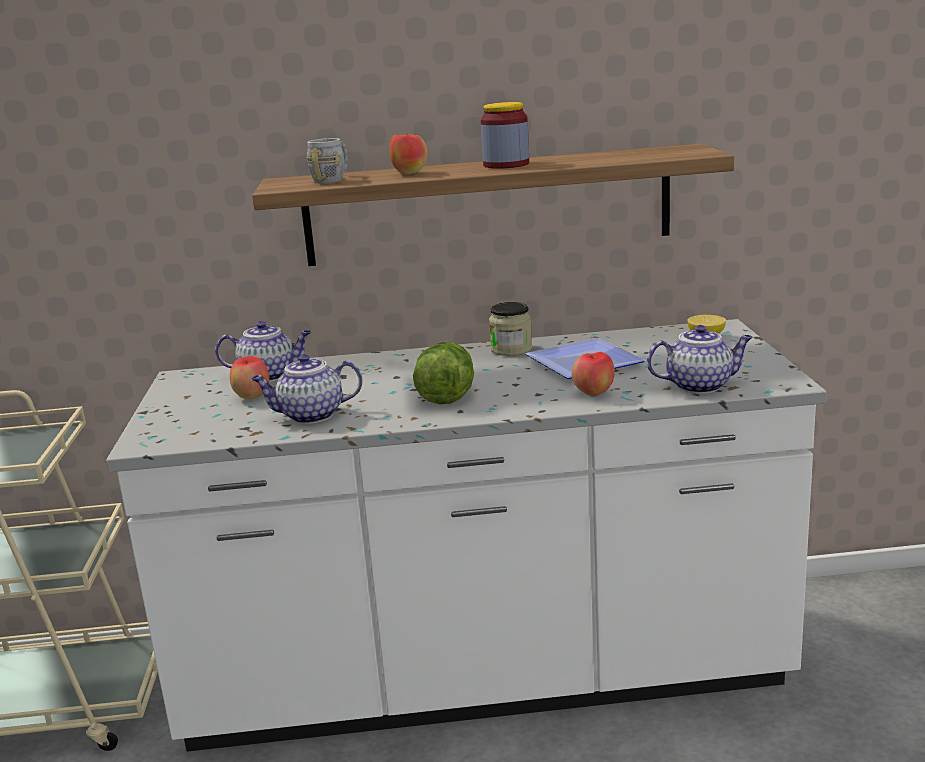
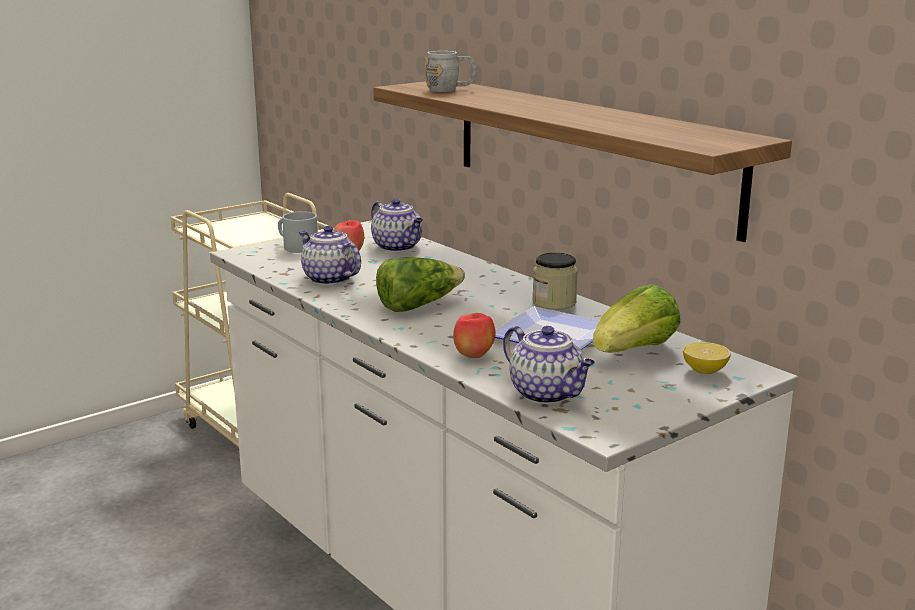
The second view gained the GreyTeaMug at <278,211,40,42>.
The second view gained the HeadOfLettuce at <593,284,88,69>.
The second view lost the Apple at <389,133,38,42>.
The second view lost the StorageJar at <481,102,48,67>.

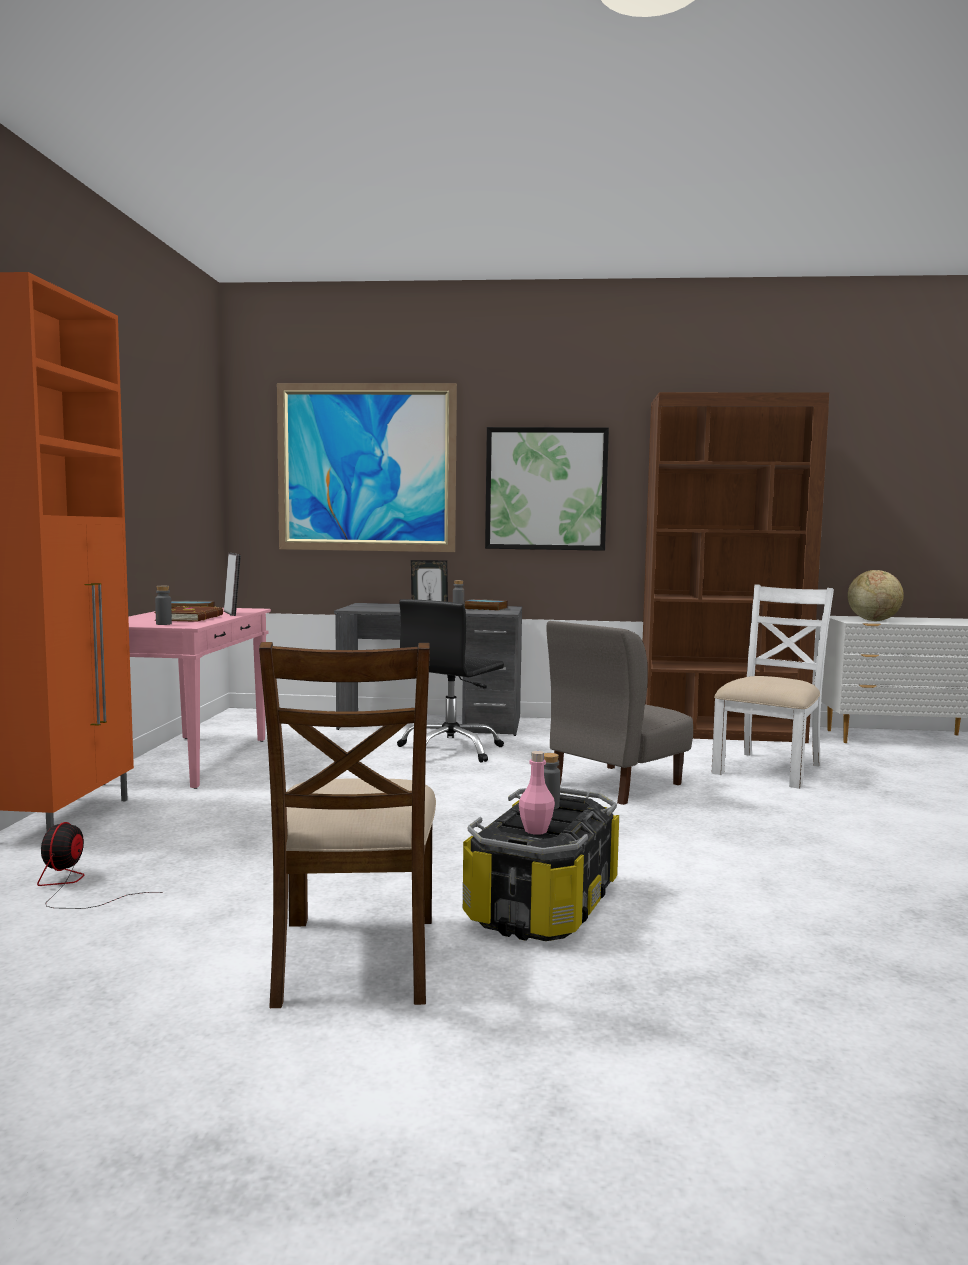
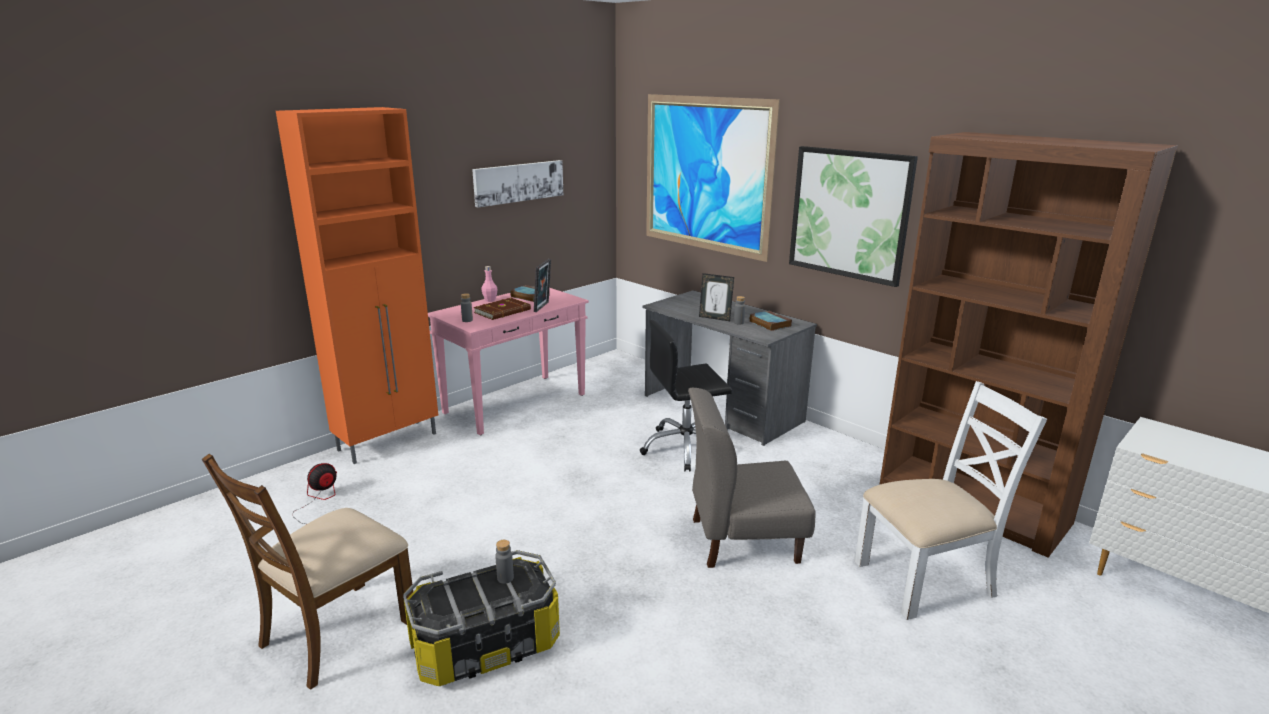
The second view gained the Picture at <472,160,91,48>.
The PinkishBeverageBottle ended up elsewhere, having gone from <519,751,36,84> to <481,266,17,36>.
The second view lost the DeskGlobe at <848,570,56,51>.

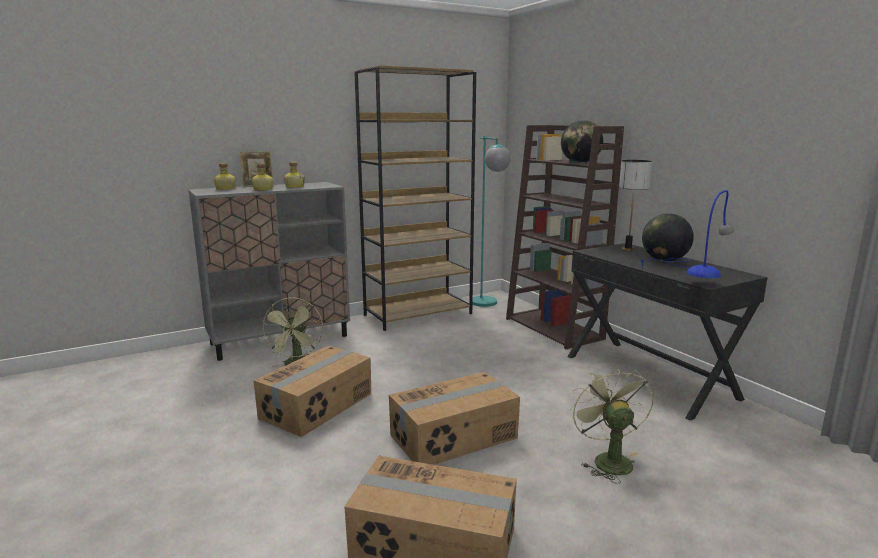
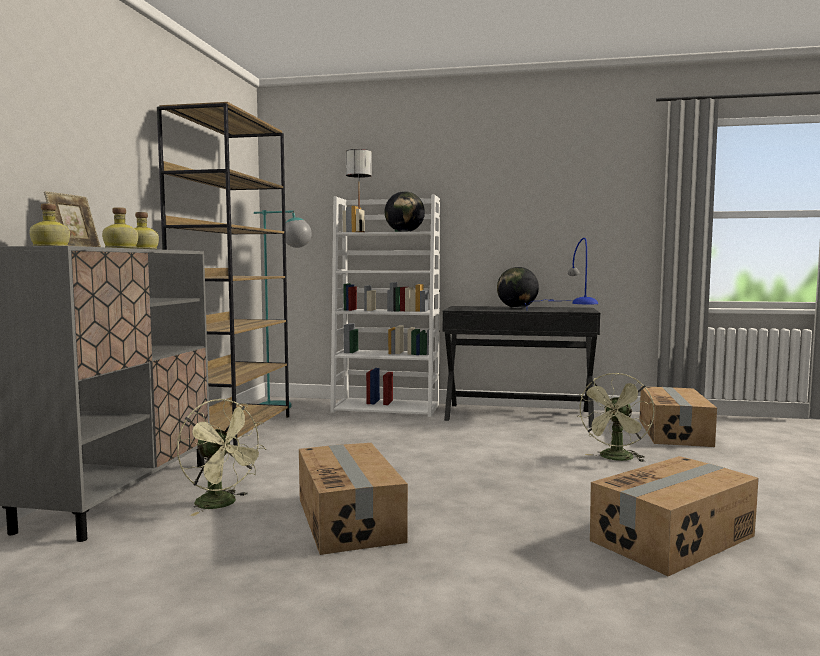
What was the BrownBookcase at <506,125,118,224> turned into the WhiteColouredBookcase at <330,195,110,222>.
The LampForATable ended up elsewhere, having gone from <619,160,33,91> to <346,149,26,83>.
The GreenishElectricFan at <569,365,85,119> ended up facing another way, 90 degrees counterclockwise from before.
The PackingBox ended up elsewhere, having gone from <389,372,131,93> to <639,387,78,60>.

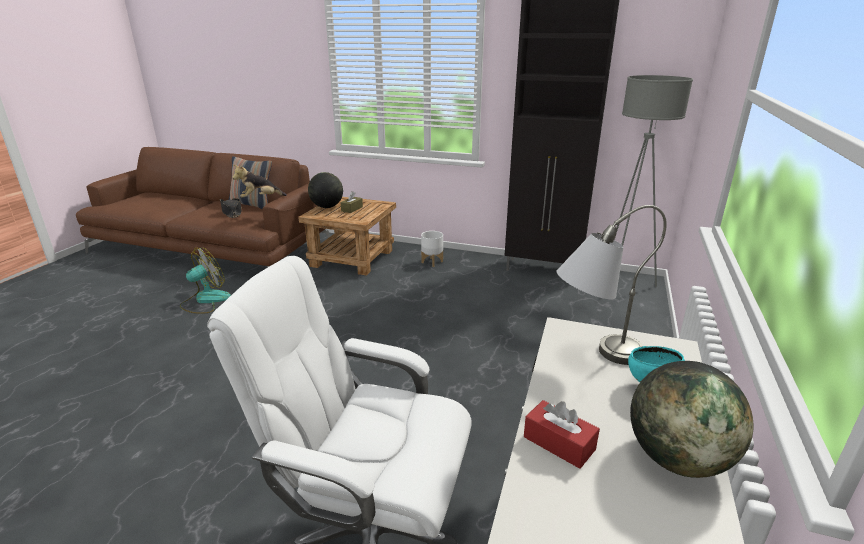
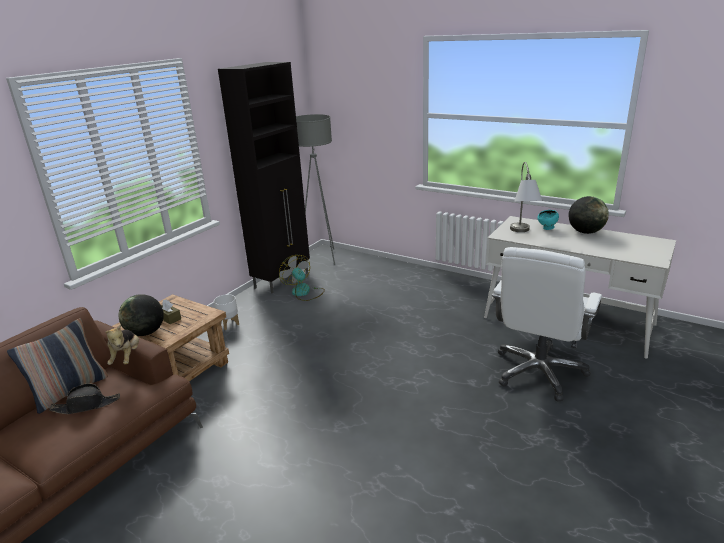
The ElectricFan ended up elsewhere, having gone from <180,248,51,66> to <279,255,46,46>.
The second view lost the RedColouredTissueHolder at <524,400,76,69>.

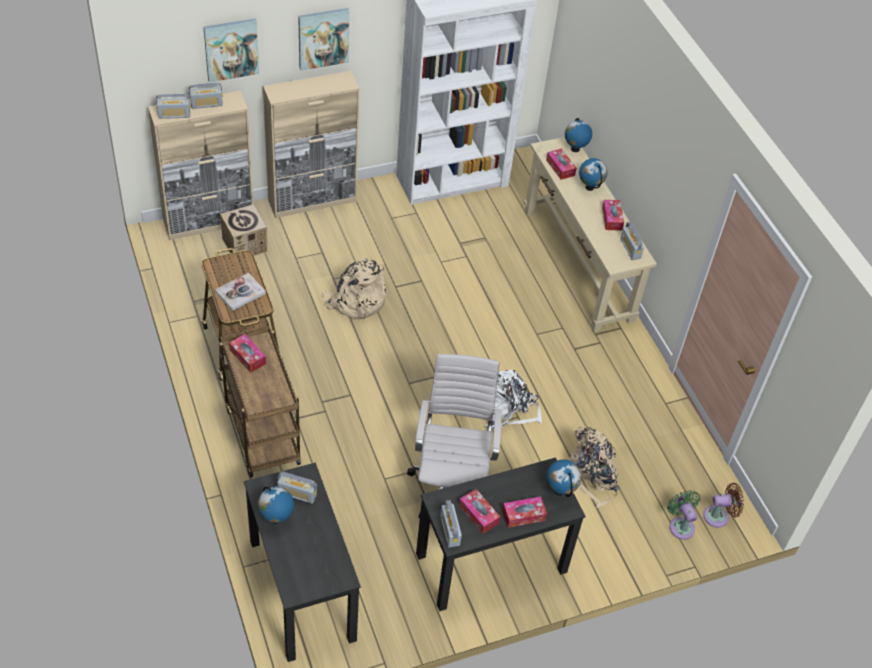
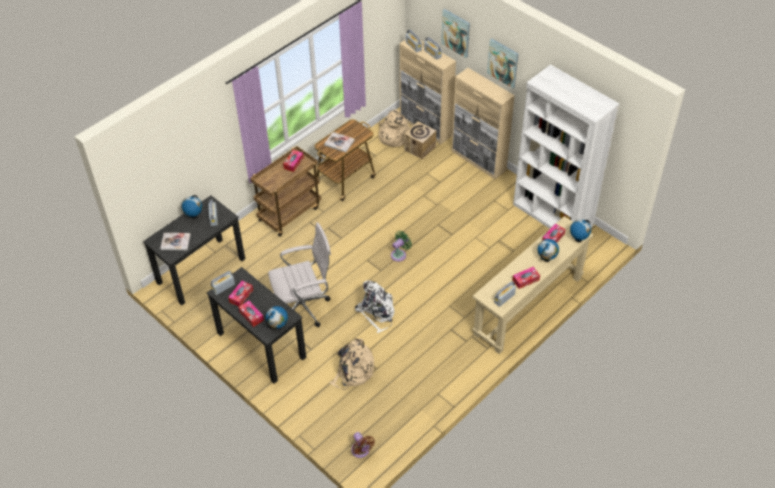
The second view gained the Book at <160,233,31,18>.
The BeigeColouredKnapsack ended up elsewhere, having gone from <323,257,63,62> to <378,110,32,37>.
The GreenishElectricFan ended up elsewhere, having gone from <667,490,33,50> to <391,231,21,31>.

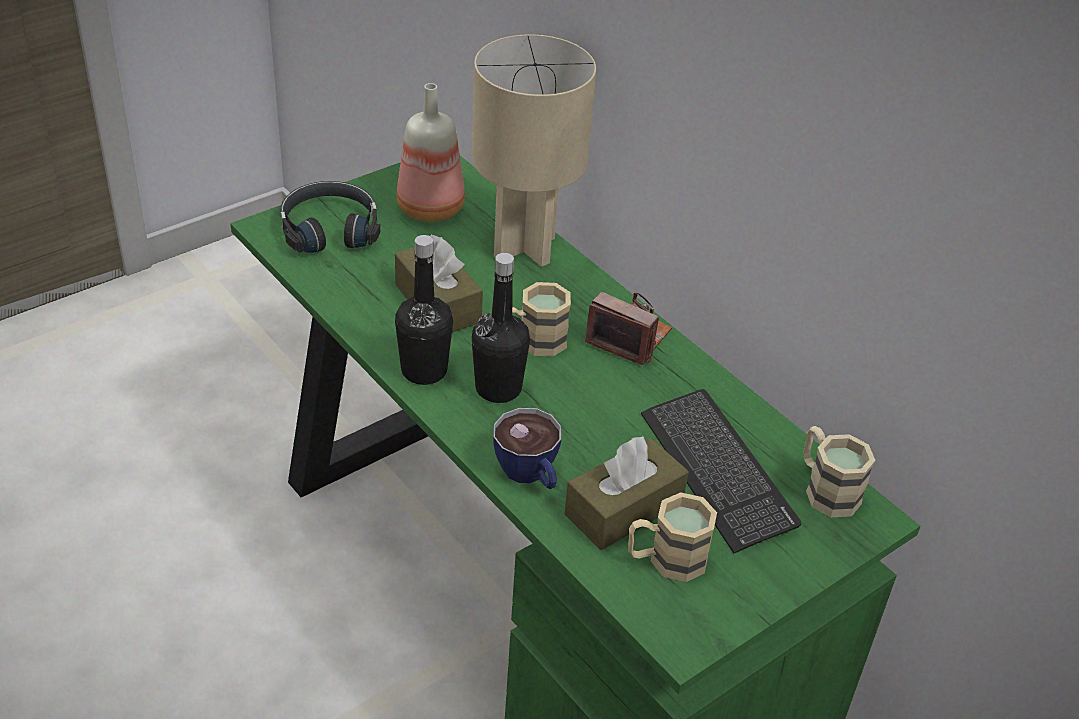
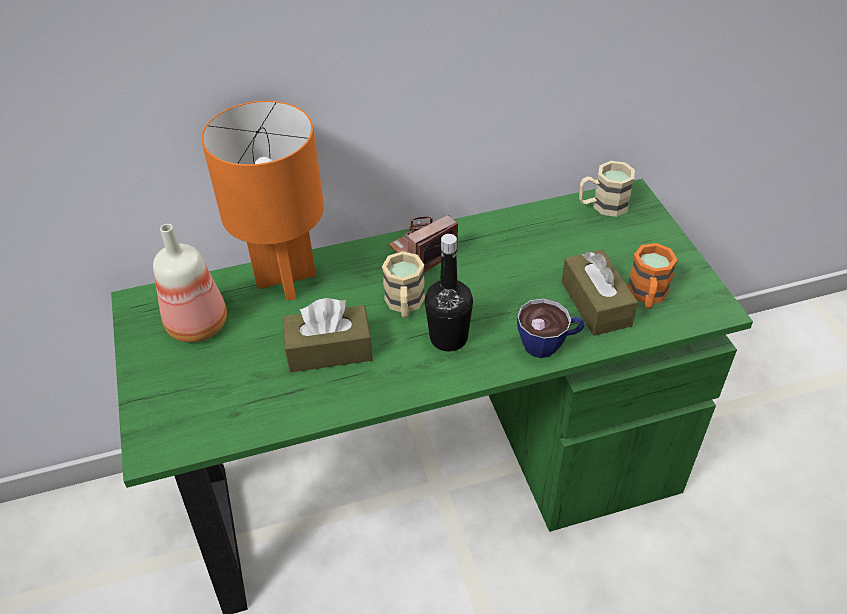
What was the BeigeColouredLampForATable at <472,34,124,233> turned into the OrangeLampForATable at <201,101,123,200>.
What was the BeigeColouredTeaMug at <628,492,89,90> turned into the OrangeTeaMug at <628,243,49,66>.
The second view lost the BlackishHeadset at <281,181,99,72>.
The second view lost the BlackishBeverageBottle at <395,235,58,150>.
The second view lost the Keyboard at <641,389,160,164>.

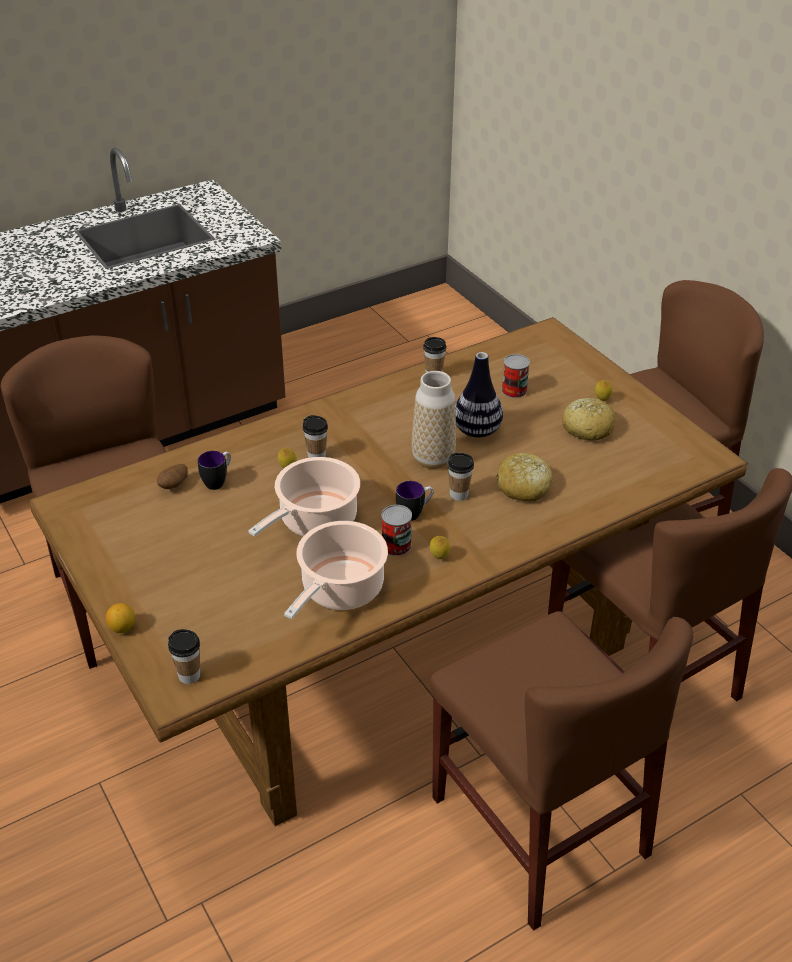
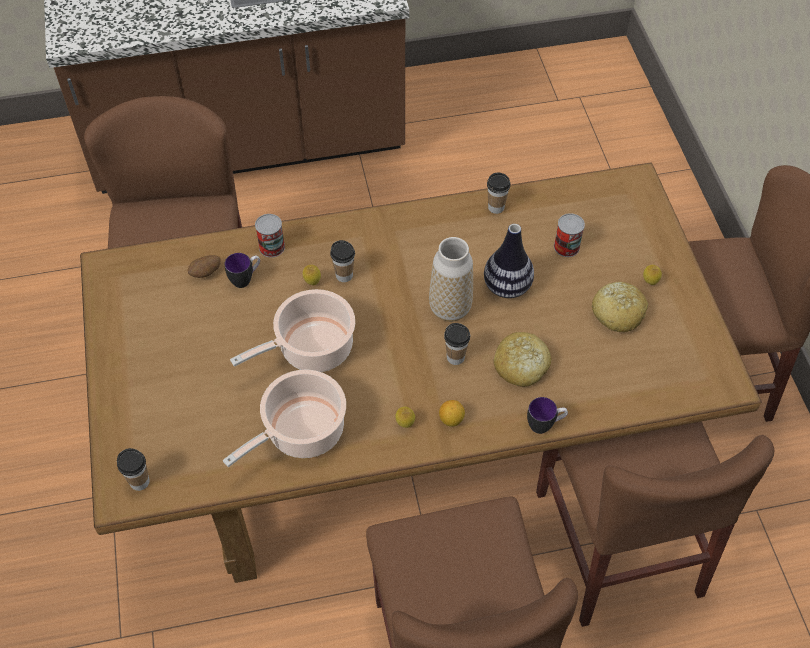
The MetalCan ended up elsewhere, having gone from <381,505,31,51> to <255,214,30,43>.
The CitrusFruit ended up elsewhere, having gone from <106,603,29,30> to <439,400,26,27>.
The TeaMug ended up elsewhere, having gone from <396,481,38,40> to <527,397,41,37>.

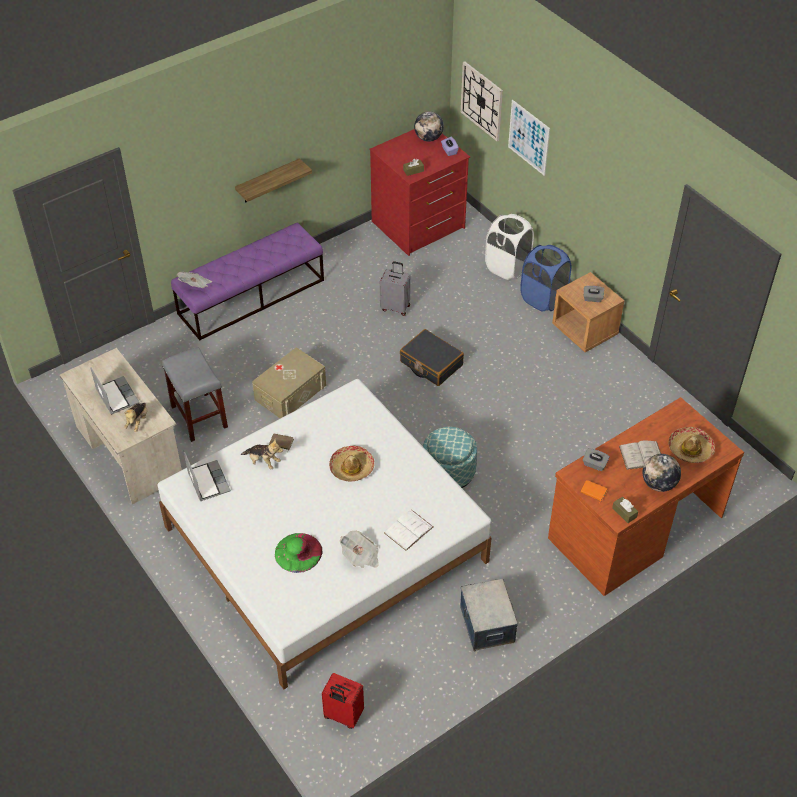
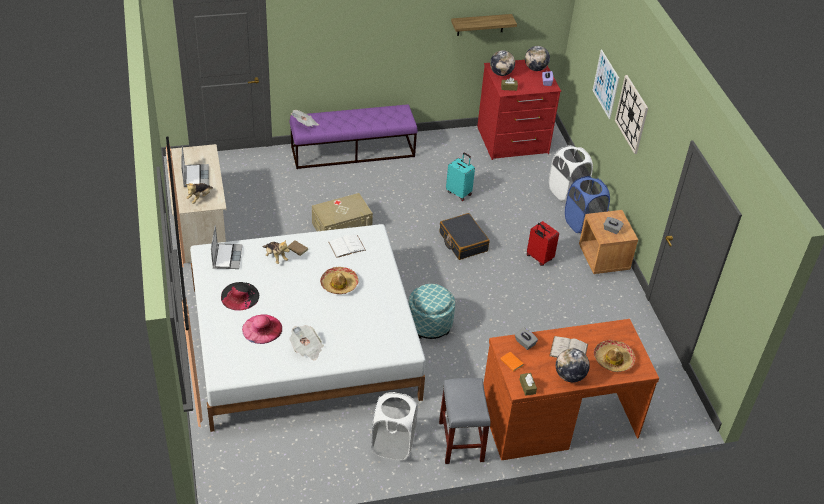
The second view gained the BlackishWearableHat at <221,282,38,29>.
What was the GreenishWearableHat at <275,533,48,40> turned into the PinkishWearableHat at <242,314,40,30>.
The WhiteColouredBook ended up elsewhere, having gone from <384,509,49,42> to <329,235,37,23>.
Where the StorageContainer stood at <460,579,58,73>, the WhiteColouredWashingBasket came to stand at <371,392,47,69>.
The GreyStool ended up elsewhere, having gone from <162,347,66,95> to <439,378,52,86>.
What was the GreySuitcase at <380,261,30,55> turned into the TurquoiseSuitcase at <446,153,29,48>.
The Shelf ended up elsewhere, having gone from <235,158,77,45> to <451,14,66,22>.
The second view gained the DeskGlobe at <490,50,25,26>.
The RedColouredSuitcase ended up elsewhere, having gone from <322,673,42,56> to <527,221,32,45>.
The ClockOnTheWall ended up elsewhere, having gone from <461,61,42,80> to <615,75,33,79>.

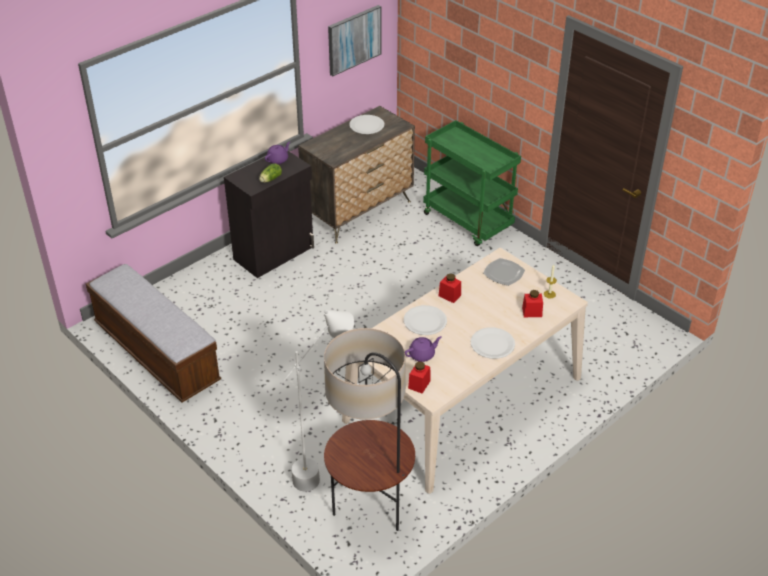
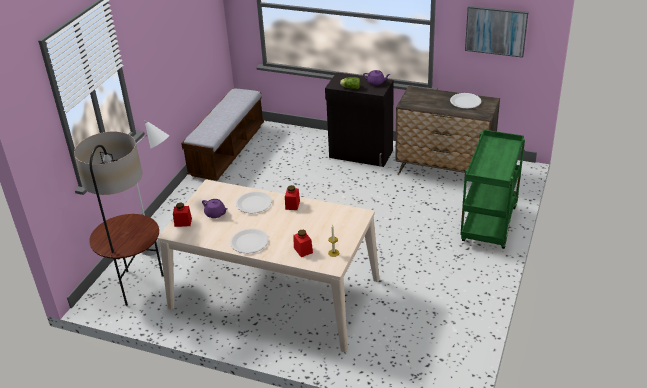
The second view lost the FlatDish at <483,258,42,28>.

